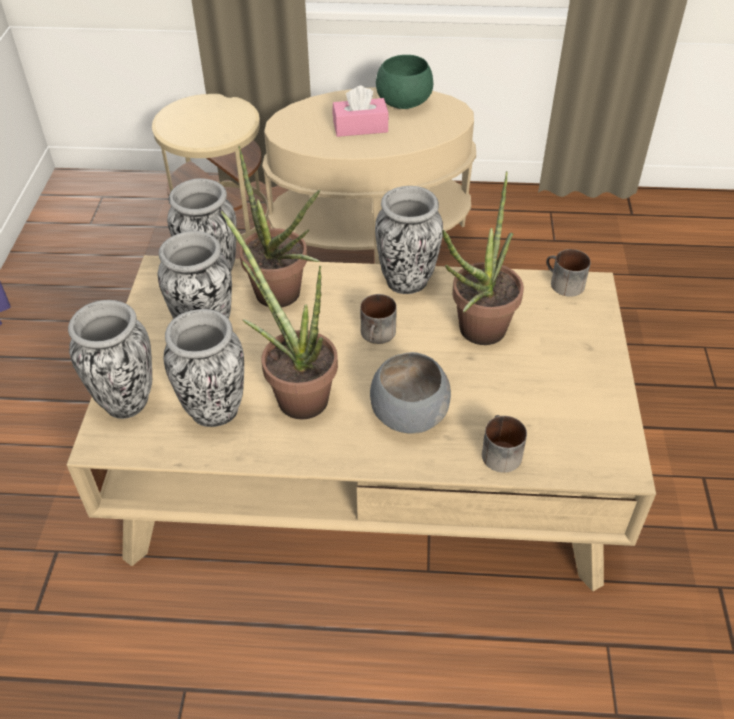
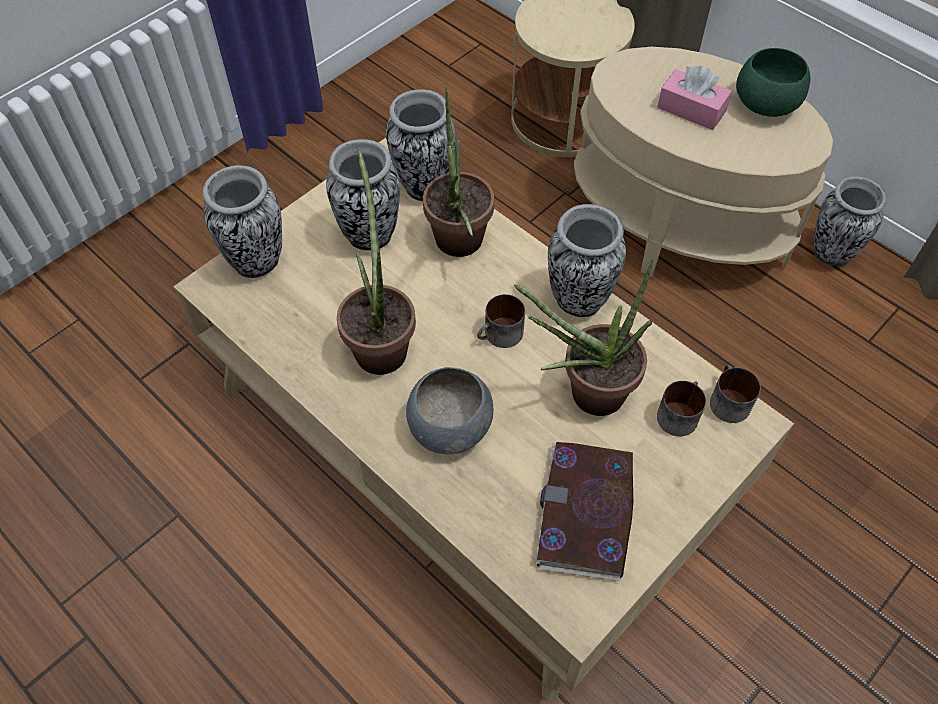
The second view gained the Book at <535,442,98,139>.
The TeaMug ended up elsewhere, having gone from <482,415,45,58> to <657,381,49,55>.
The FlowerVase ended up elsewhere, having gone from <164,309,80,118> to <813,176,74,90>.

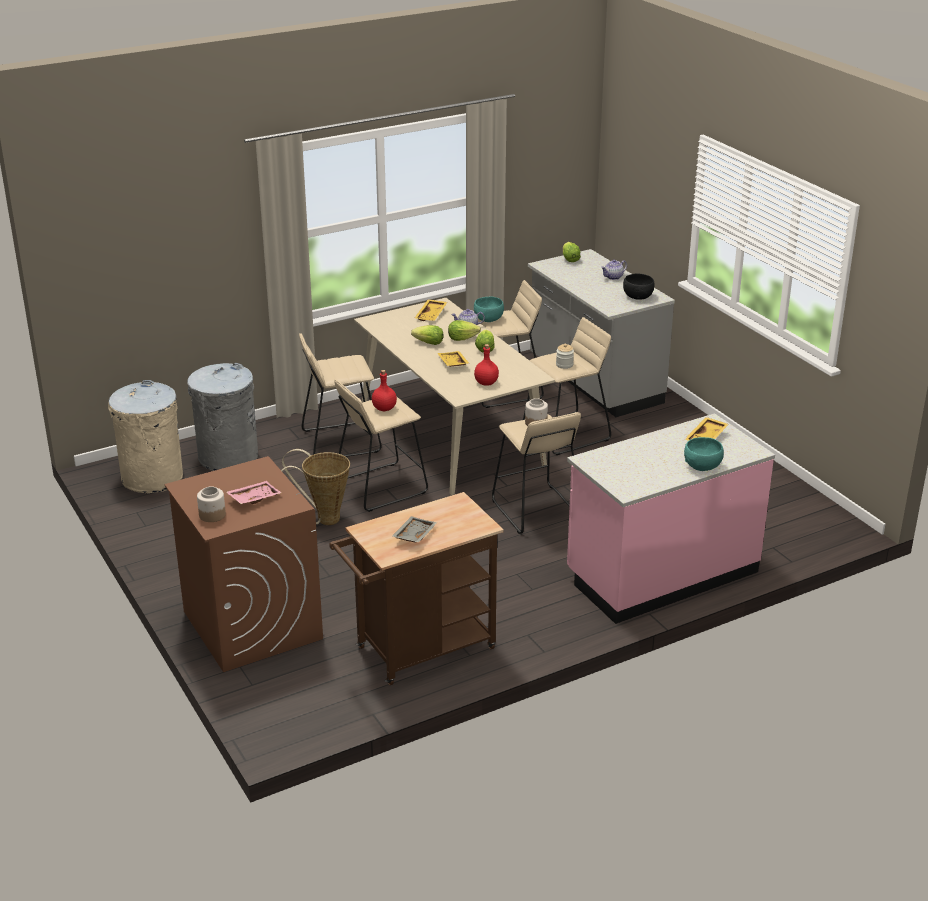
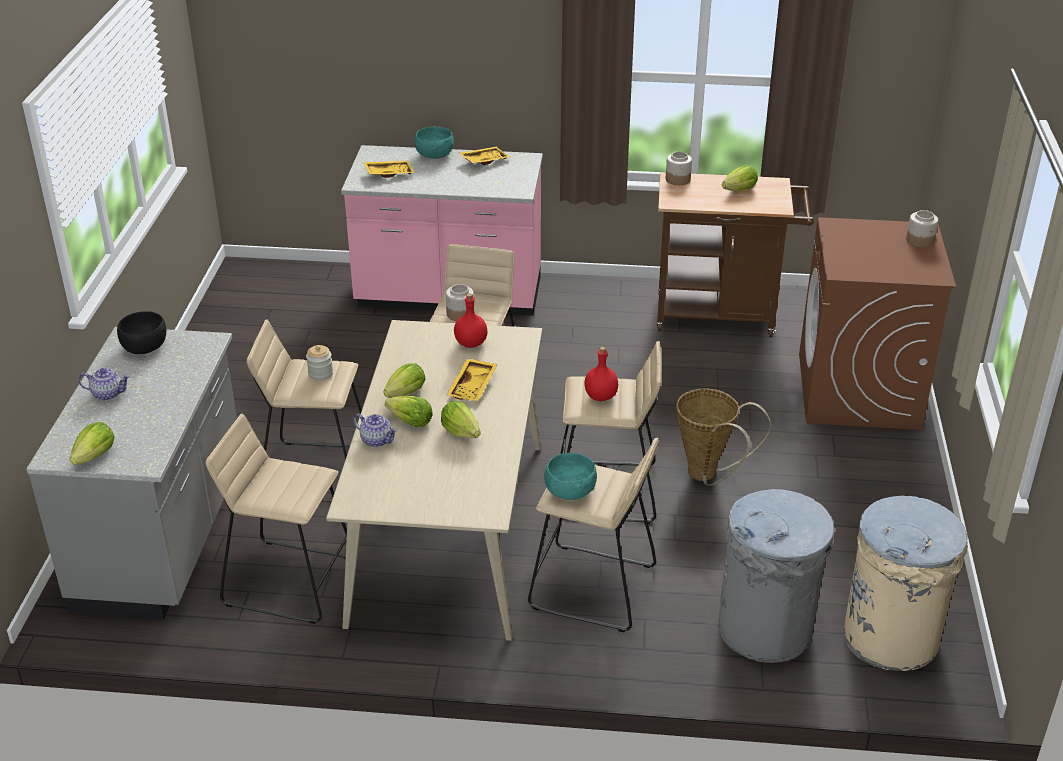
The YellowishServingTray ended up elsewhere, having gone from <415,299,32,22> to <459,147,51,18>.
The TurquoiseDeepDish ended up elsewhere, having gone from <474,296,30,26> to <544,453,53,47>.
The second view gained the StorageJar at <666,151,26,34>.
Where the GreyServingTray stood at <392,516,45,27>, the HeadOfLettuce came to stand at <722,165,36,26>.
The second view lost the PinkishServingTray at <226,481,55,23>.

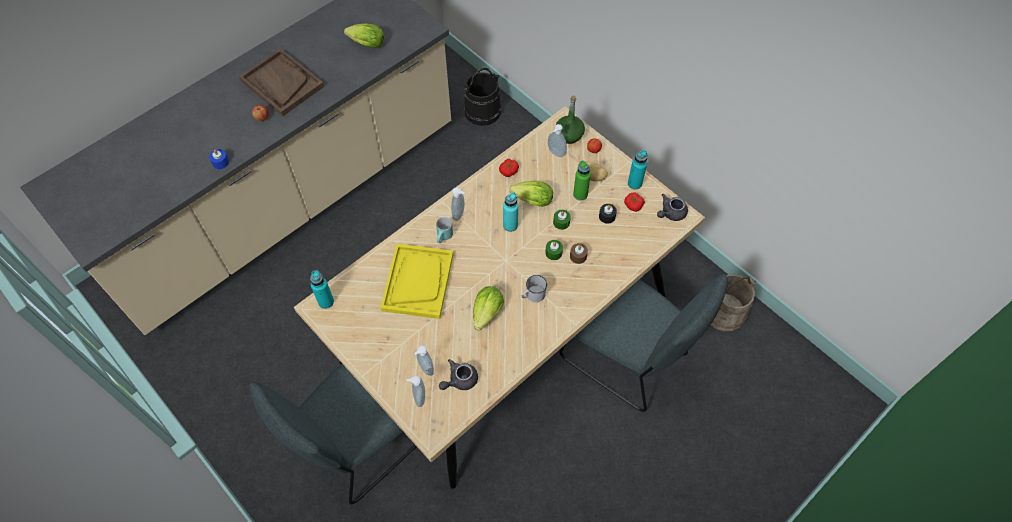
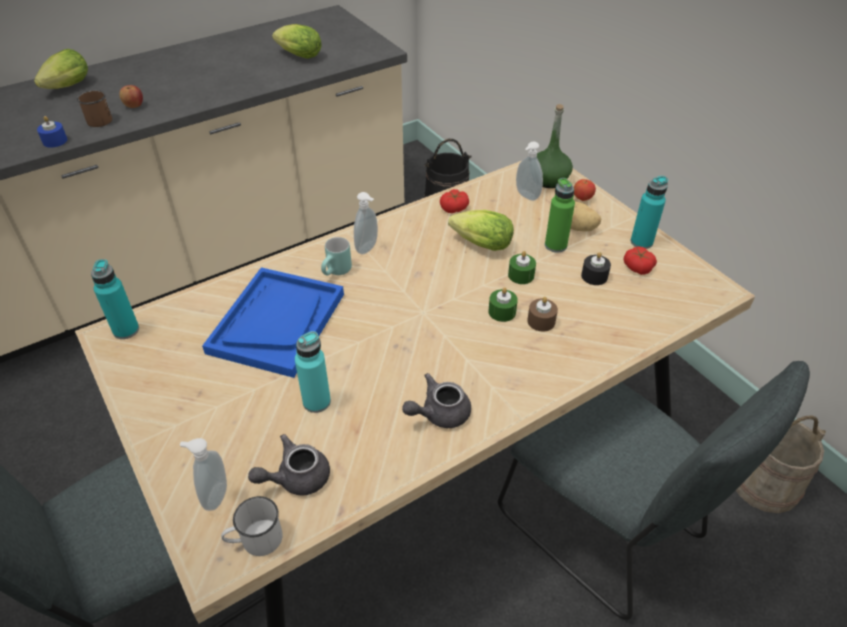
The HeadOfLettuce ended up elsewhere, having gone from <473,286,31,45> to <34,49,54,40>.
The second view gained the BrownTeaMug at <77,90,35,37>.
What was the YellowishServingTray at <381,244,73,75> turned into the BlueColouredServingTray at <202,267,142,111>.
The WhiteColouredTeaMug ended up elsewhere, having gone from <521,275,26,27> to <221,496,62,60>.
The TurquoiseBeverageBottle ended up elsewhere, having gone from <503,192,15,40> to <295,331,36,82>.
The GreyTeapot ended up elsewhere, having gone from <657,194,31,27> to <402,373,69,55>.
The second view lost the BrownServingTray at <239,48,85,68>.
The second view lost the SoapBottle at <414,345,20,31>.

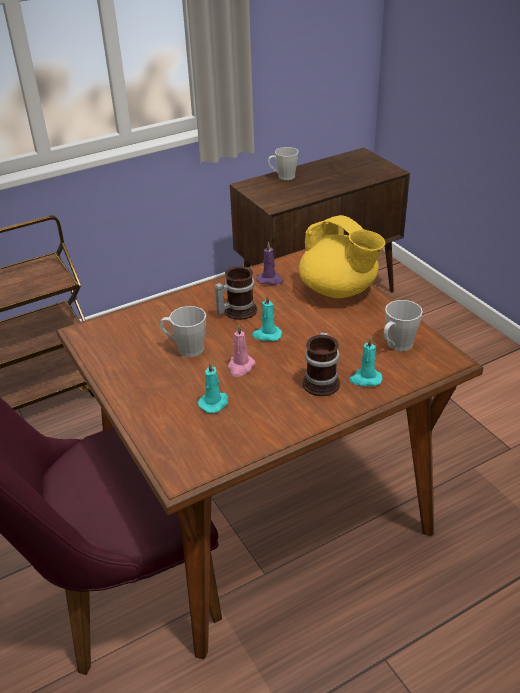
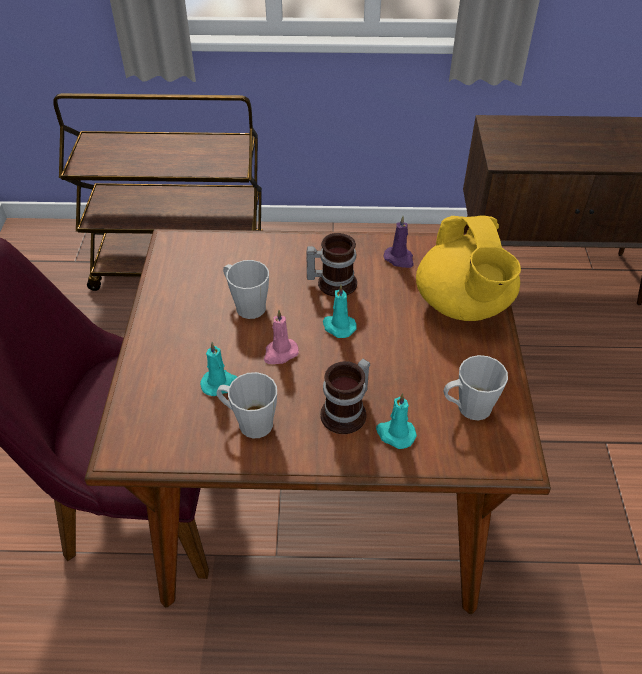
The GreyTeaMug ended up elsewhere, having gone from <268,147,31,33> to <216,372,61,66>.

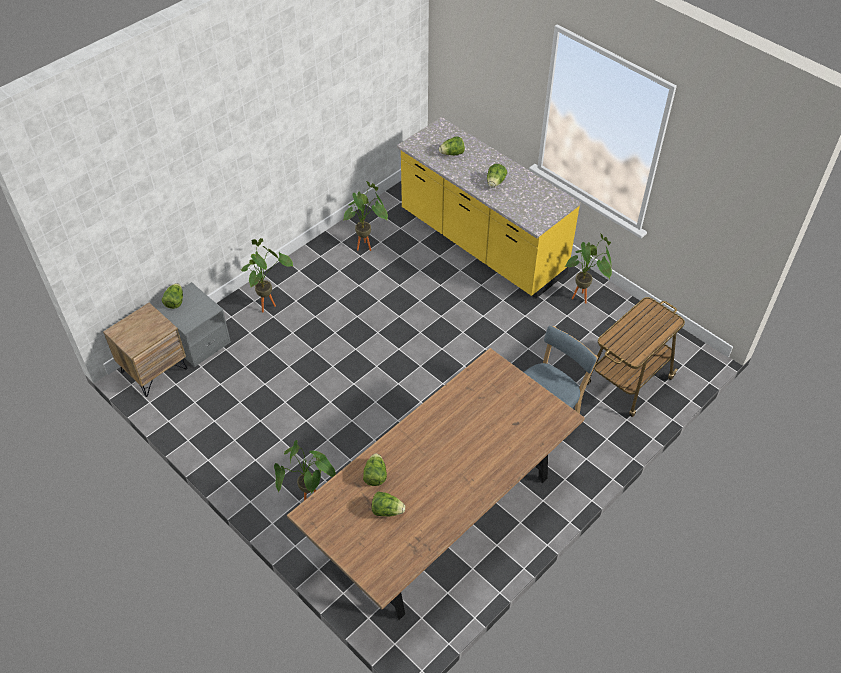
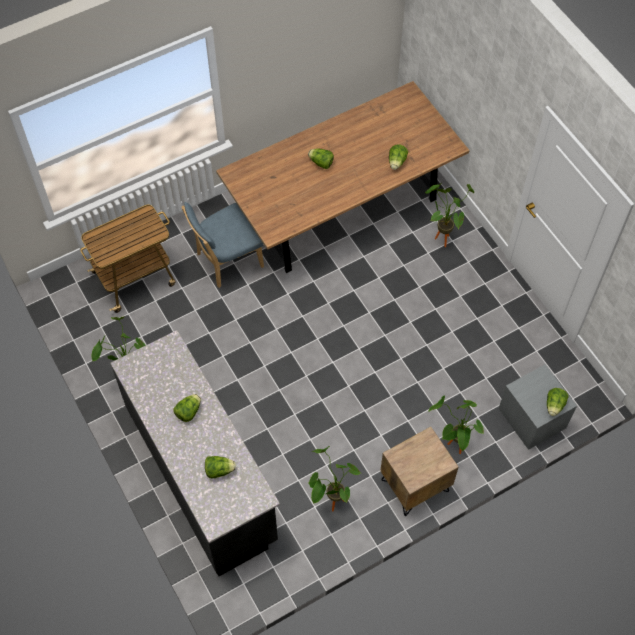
What was the YellowishCounter at <397,117,184,181> turned into the BlackishCounter at <110,330,170,246>.
The HeadOfLettuce ended up elsewhere, having gone from <371,491,34,25> to <308,149,26,20>.
The BrownNightTable ended up elsewhere, having gone from <103,303,85,94> to <380,427,79,89>.

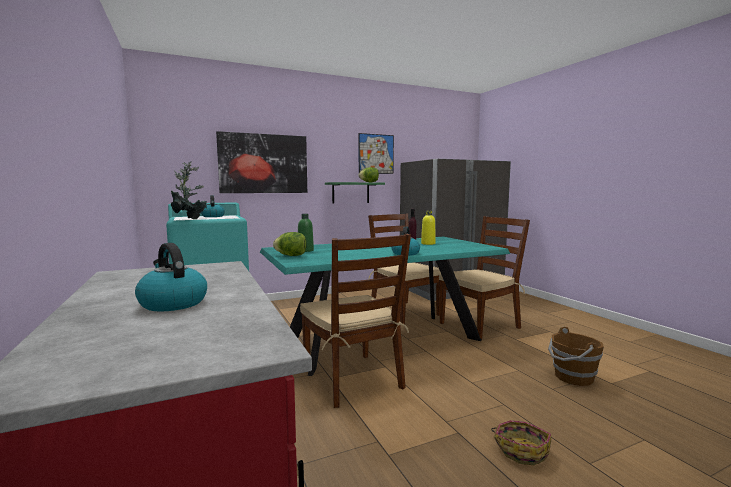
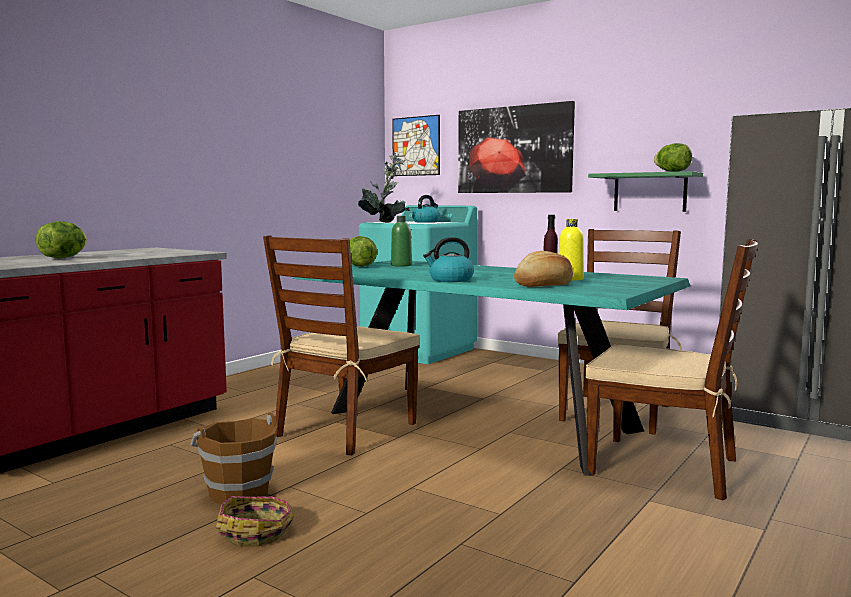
Where the Kettle stood at <135,243,72,68>, the HeadOfLettuce came to stand at <35,221,52,38>.
The BrownBucket ended up elsewhere, having gone from <548,327,56,59> to <190,413,87,91>.
The Picture ended up elsewhere, having gone from <359,133,35,41> to <392,115,48,61>.
The second view gained the Bread at <514,251,59,36>.

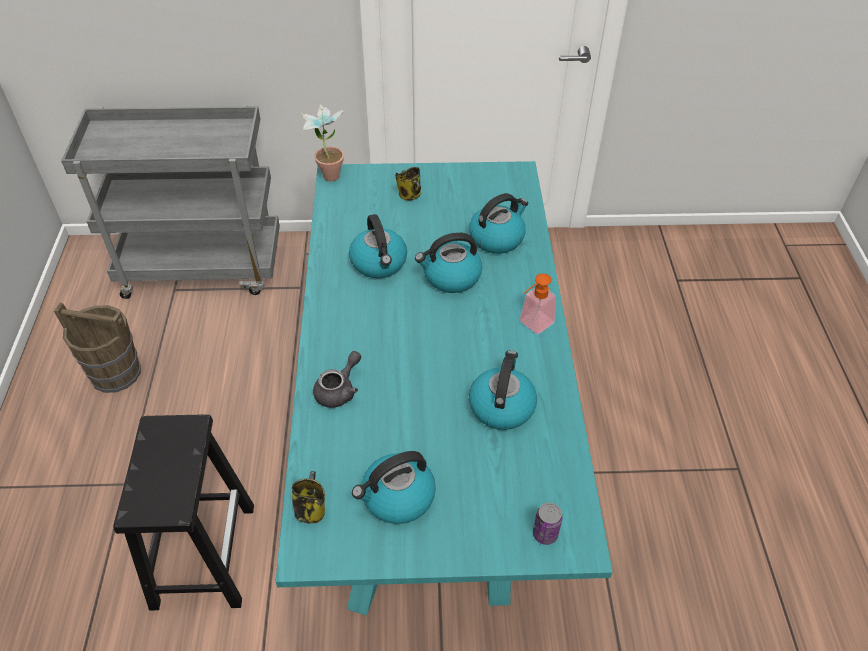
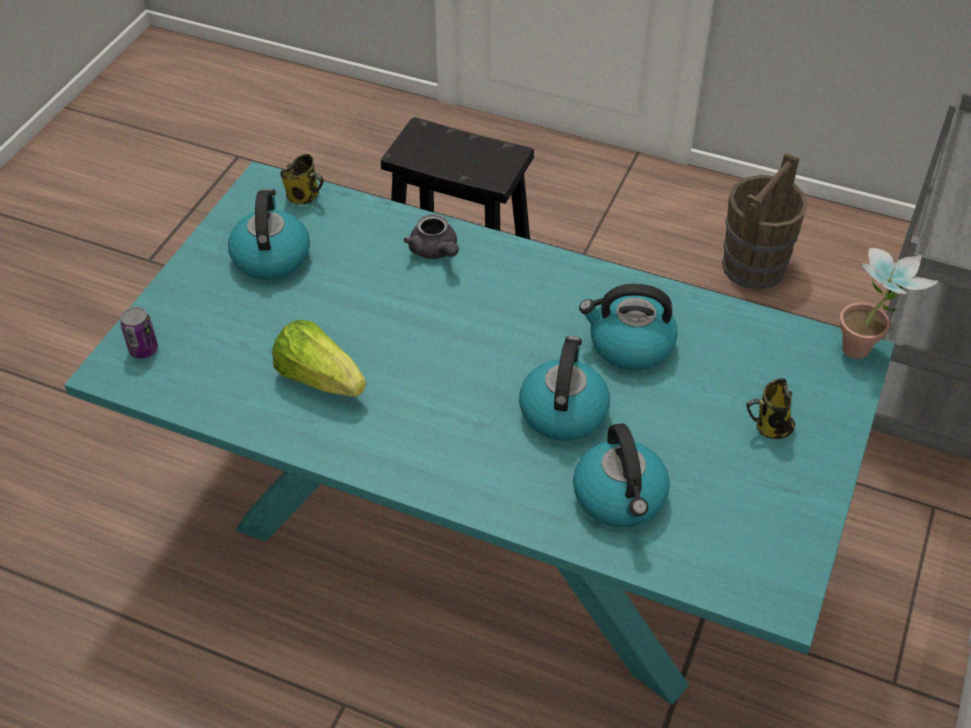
Where the Kettle stood at <469,350,68,80>, the HeadOfLettuce came to stand at <272,320,94,77>.
The second view lost the SoapBottle at <519,274,37,60>.

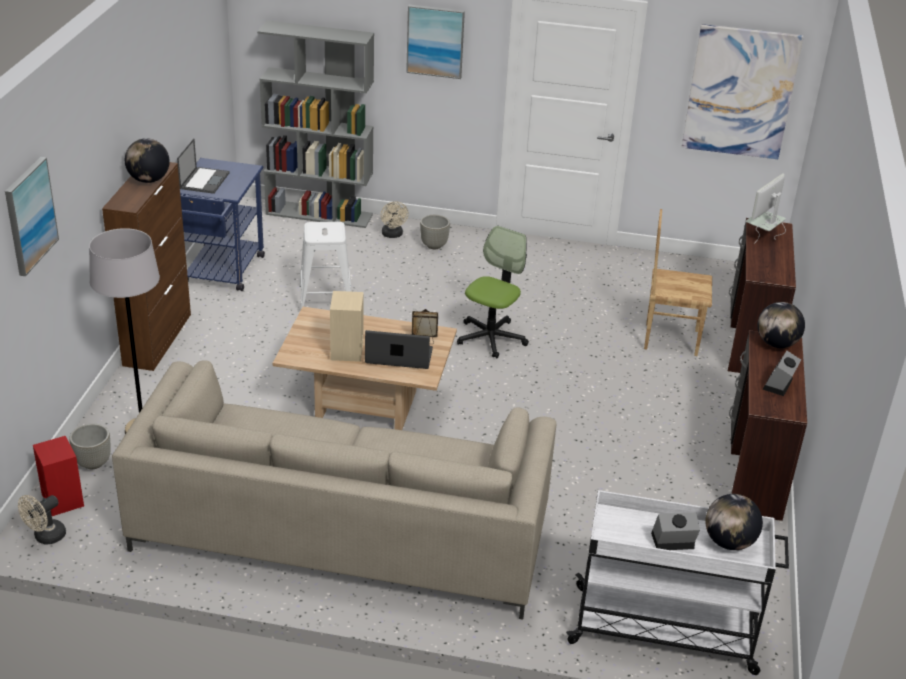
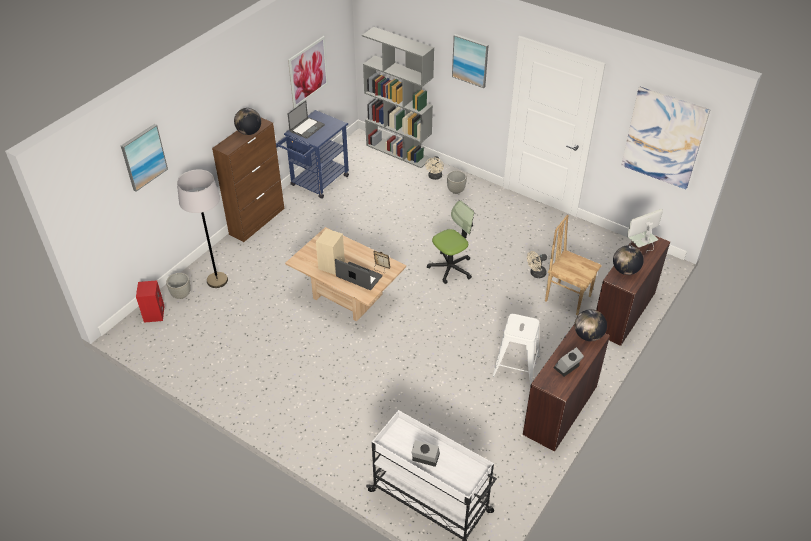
The second view gained the Picture at <288,36,40,72>.
The WhiteColouredStool ended up elsewhere, having gone from <299,222,52,89> to <493,314,46,71>.
The BeigeColouredElectricFan ended up elsewhere, having gone from <18,495,48,49> to <527,251,20,27>.
The DeskGlobe ended up elsewhere, having gone from <705,494,58,56> to <613,245,31,30>.
The second view lost the BeigeColouredCouch at <112,360,445,260>.

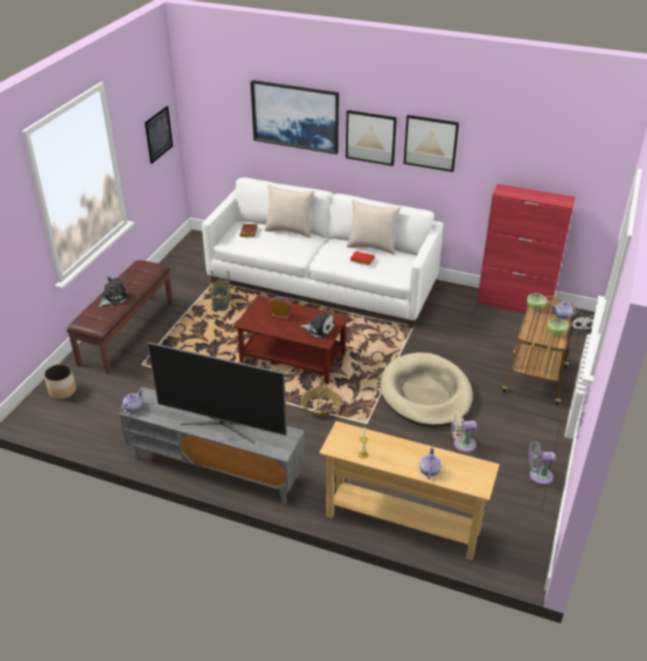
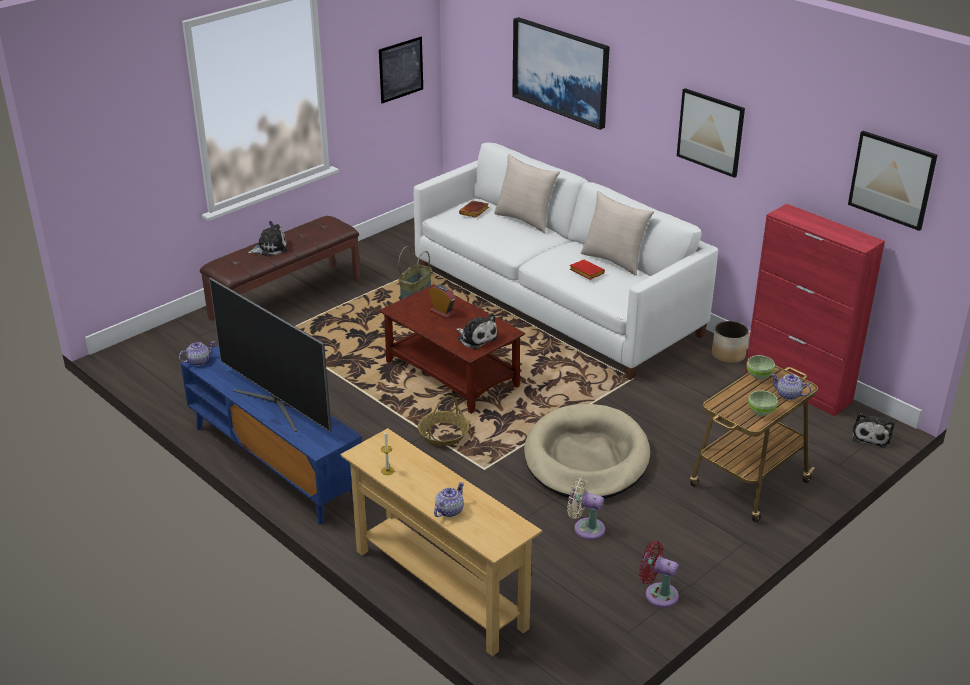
What was the GreyTvUnit at <120,387,185,118> turned into the BlueColouredTvUnit at <181,346,181,178>.
What was the GreyElectricFan at <528,441,28,44> turned into the RedColouredElectricFan at <639,540,40,68>.
The PlantPot ended up elsewhere, having gone from <44,364,32,35> to <712,321,37,42>.
The Picture ended up elsewhere, having gone from <346,110,51,56> to <848,131,89,100>.

